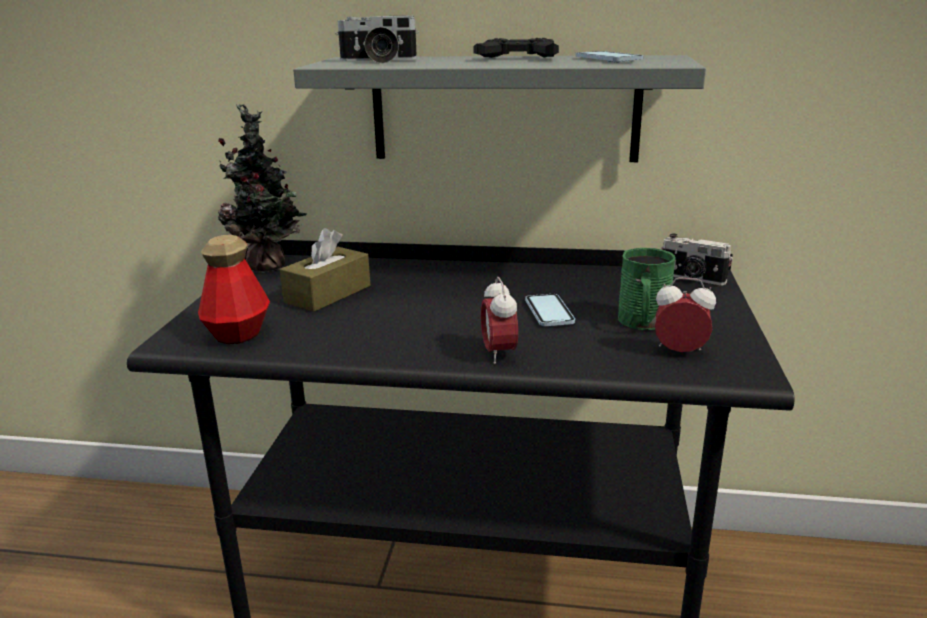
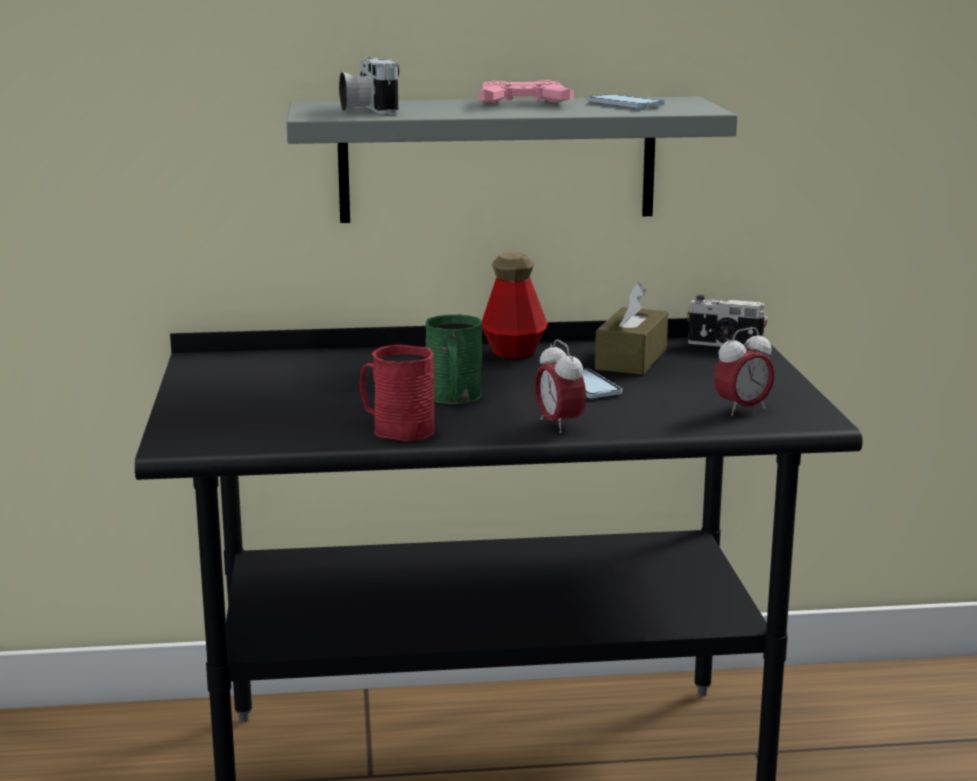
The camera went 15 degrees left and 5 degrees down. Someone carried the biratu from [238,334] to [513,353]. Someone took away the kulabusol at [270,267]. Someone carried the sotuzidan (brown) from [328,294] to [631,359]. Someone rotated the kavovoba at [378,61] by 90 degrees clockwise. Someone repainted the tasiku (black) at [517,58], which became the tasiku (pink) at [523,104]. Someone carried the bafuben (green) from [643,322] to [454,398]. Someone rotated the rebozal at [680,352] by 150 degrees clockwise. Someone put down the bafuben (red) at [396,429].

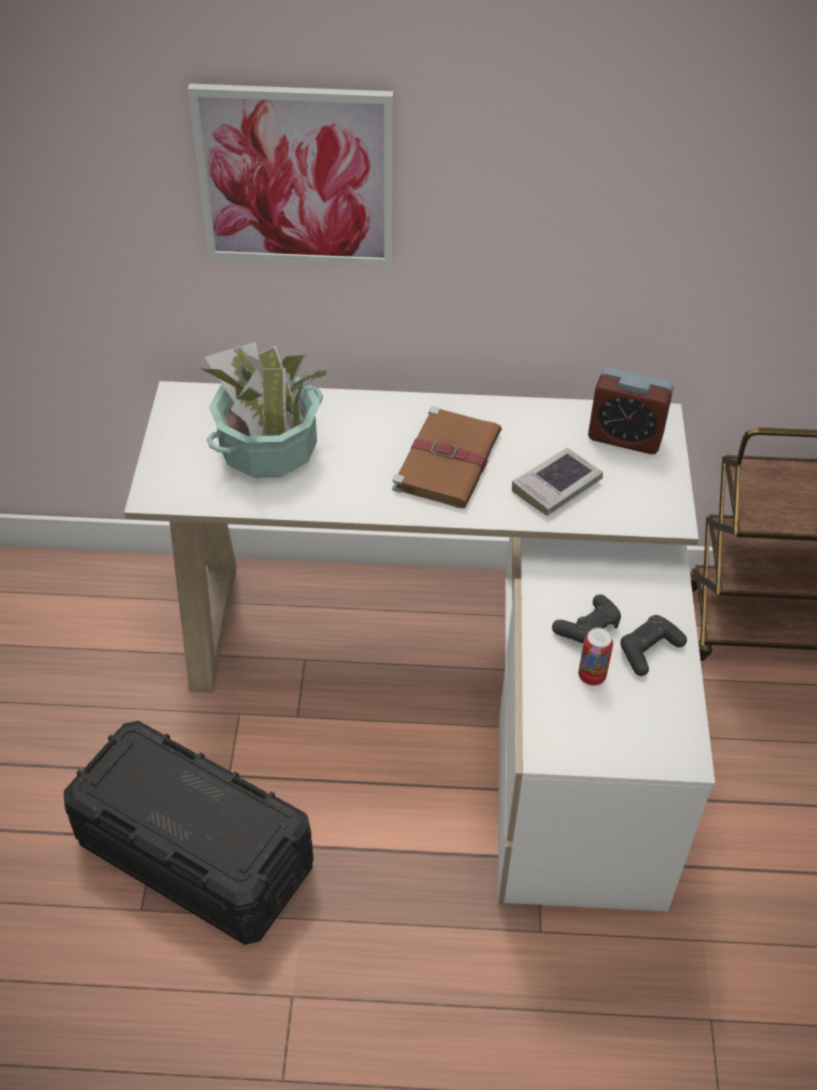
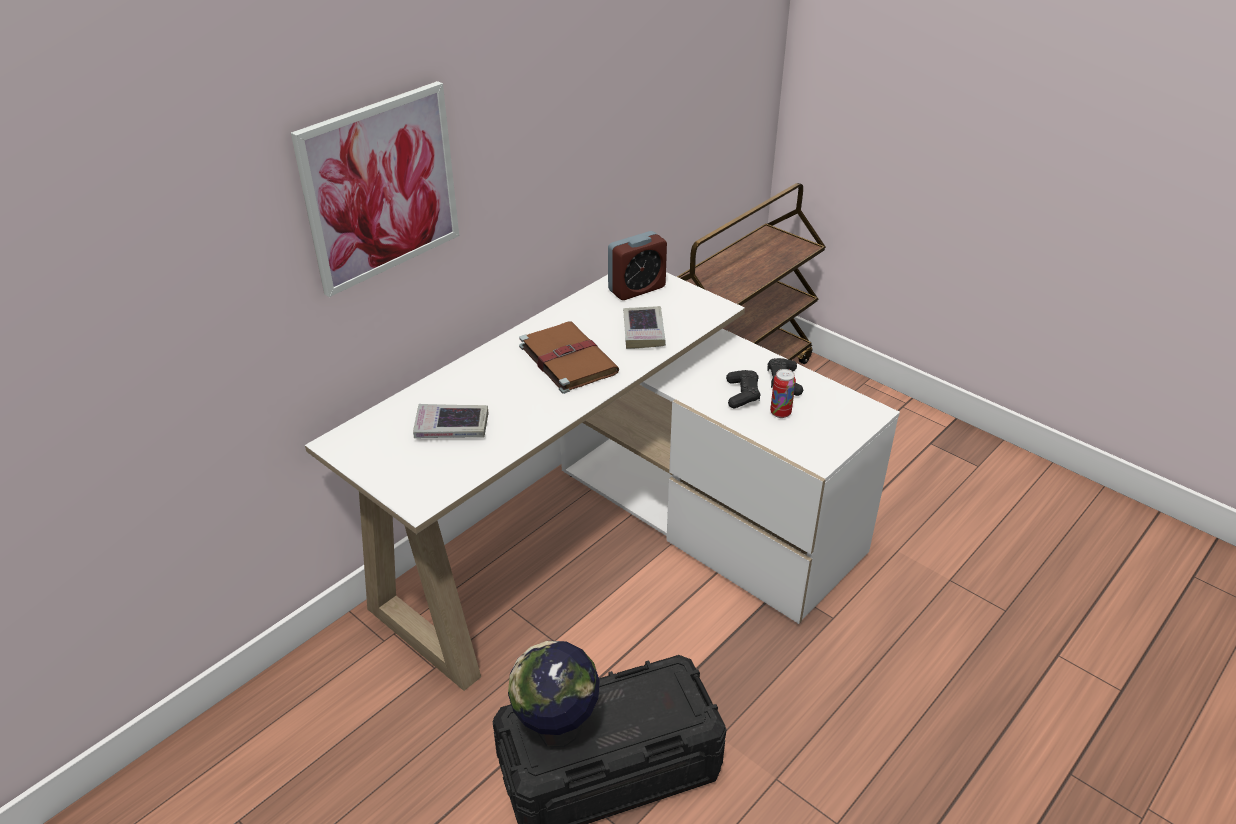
The camera went 50 degrees left and 10 degrees down. Someone swapped the kulabusol at [268,449] for the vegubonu at [451,427]. Someone put down the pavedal at [556,729].

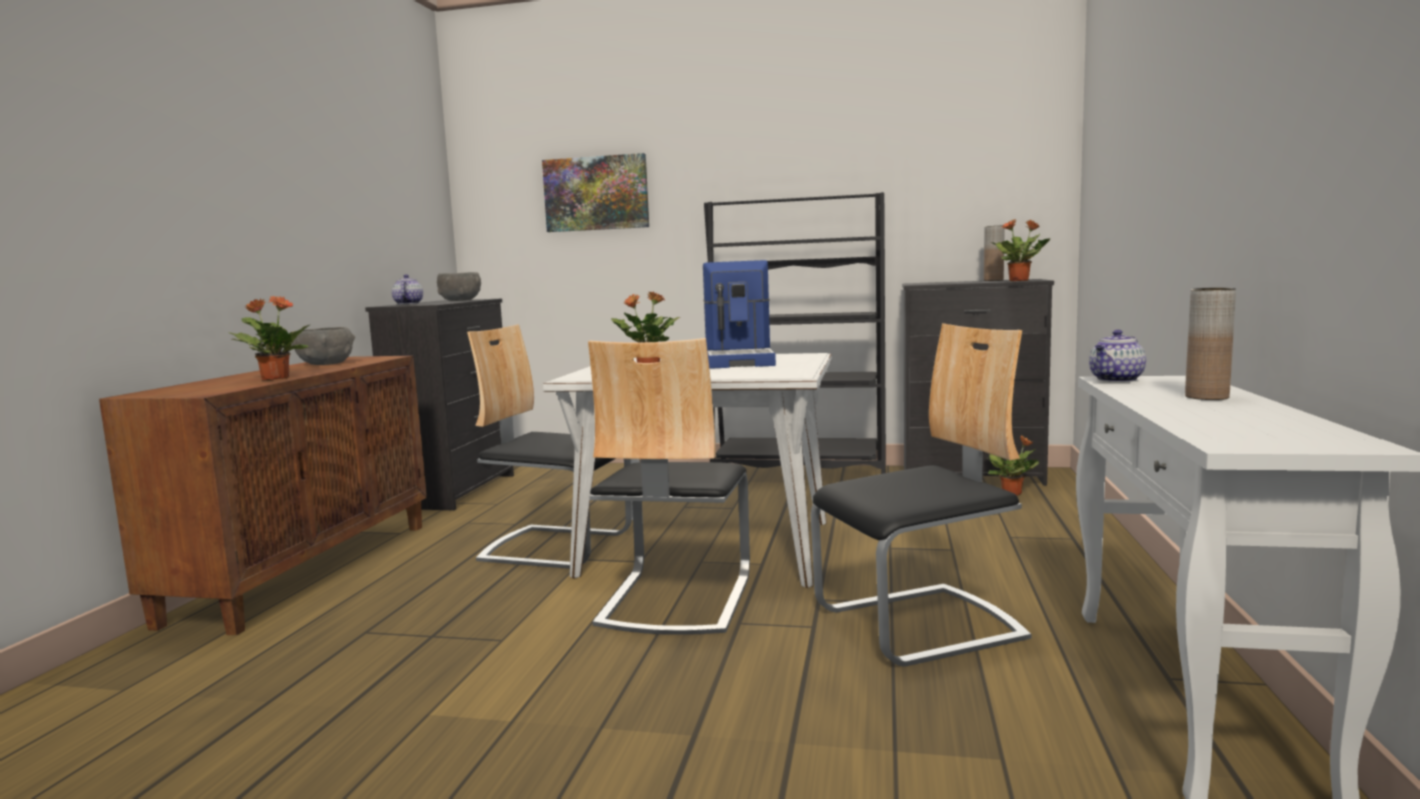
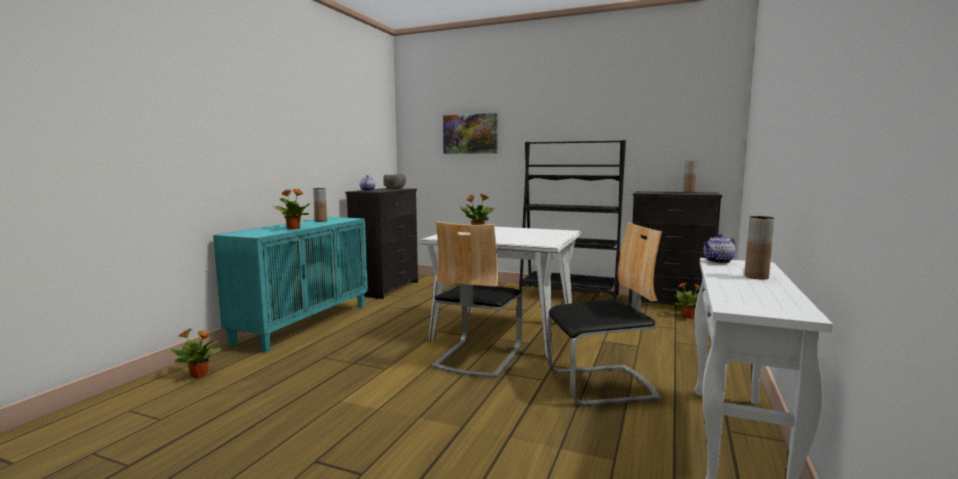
The camera went 10 degrees right and 0 degrees up. Someone repainted the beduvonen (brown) at [305,570], which became the beduvonen (turquoise) at [304,323]. Someone swapped the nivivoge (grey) at [326,364] for the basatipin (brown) at [321,221]. Someone took away the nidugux at [556,546]. Someone took away the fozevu at [740,360]. Someone carried the kulabusol from [1019,281] to [199,375].

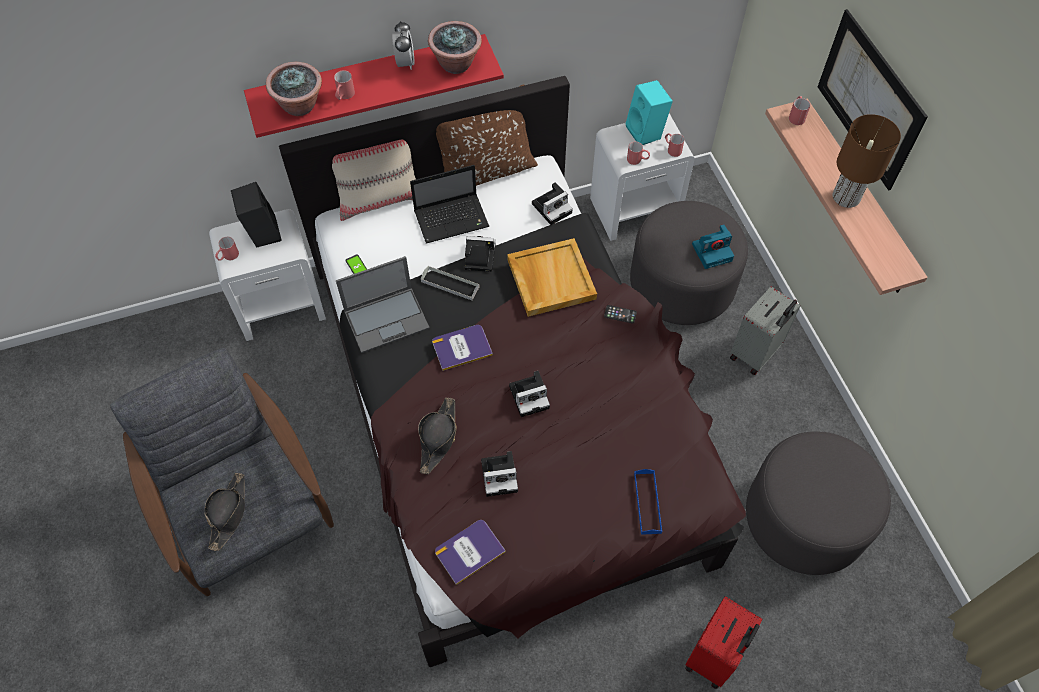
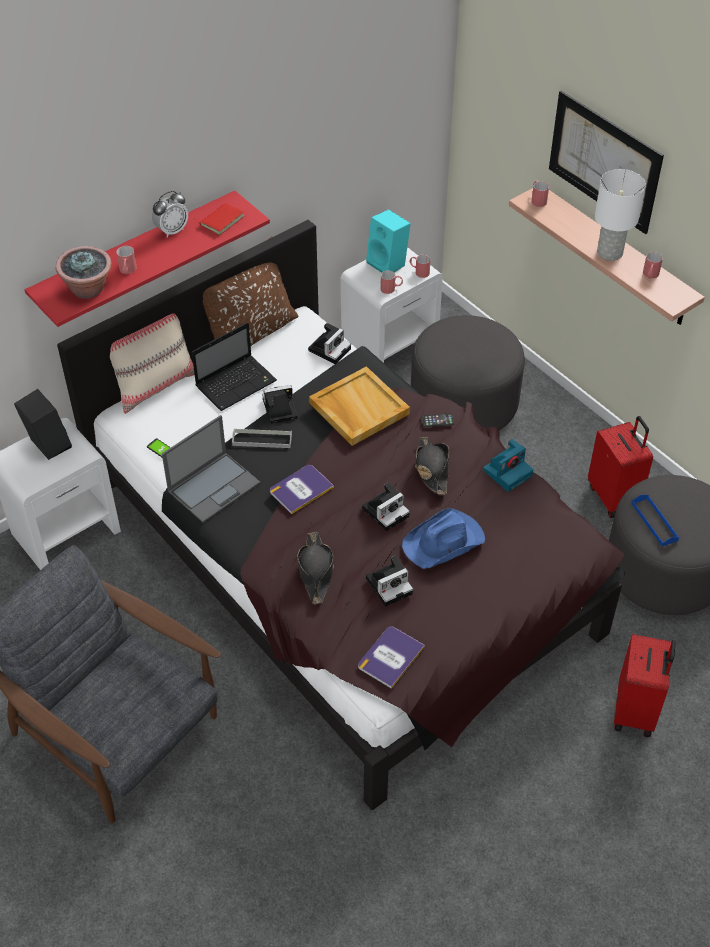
The camera went 20 degrees left and 10 degrees down. Someone carried the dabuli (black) from [228,513] to [431,469]. Someone carried the bafuben (red) from [228,257] to [650,276]. Someone rotated the rebozal at [405,63] by 75 degrees clockwise. Someone swapped the kulabusol at [456,64] for the vegubonu (red) at [221,220]. Someone carried the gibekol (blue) from [647,503] to [654,522]. Someone carried the kavovoba from [712,252] to [508,472]. Someone took away the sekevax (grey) at [756,353]. Someone repainted the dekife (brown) at [846,196], which became the dekife (white) at [609,252]. Someone put down the dabuli (blue) at [444,542]. Someone put down the sekevax (red) at [614,497].

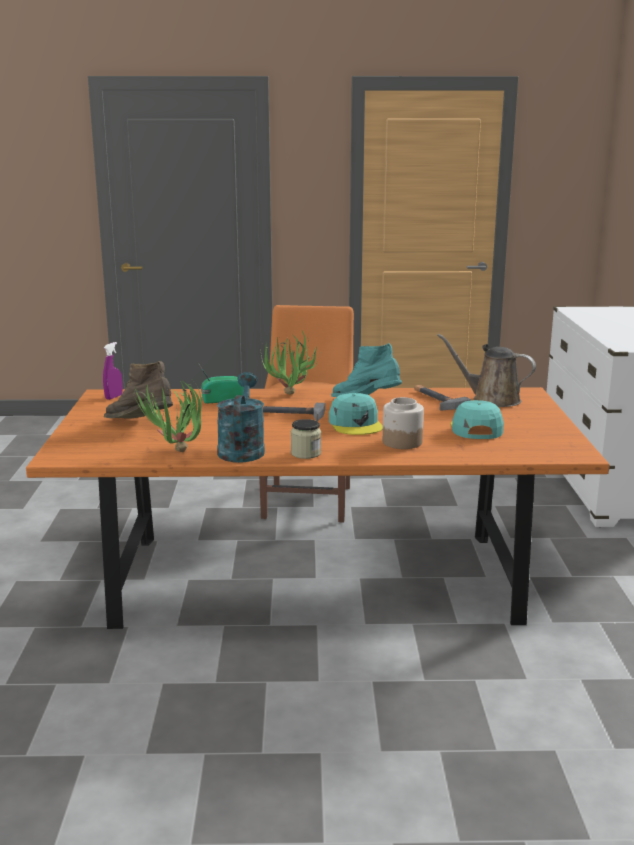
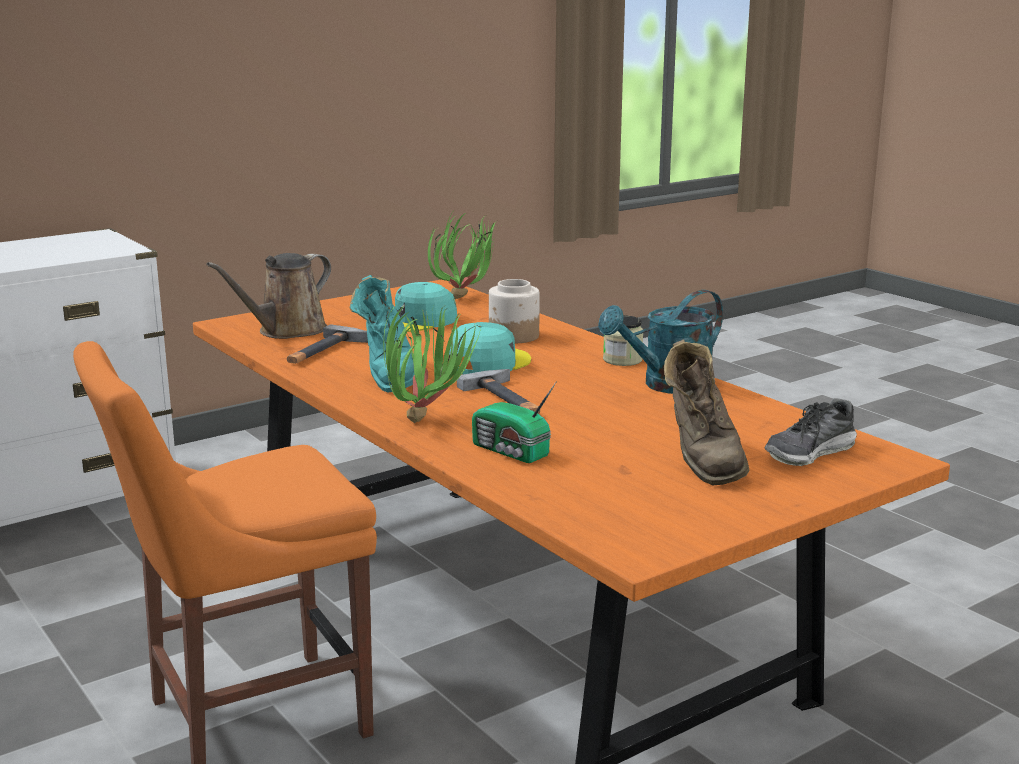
The camera went 125 degrees left and 0 degrees up. Someone took away the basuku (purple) at [114,397]. Someone carried the kulabusol from [176,455] to [468,298]. Someone rotated the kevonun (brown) at [491,399] by 45 degrees clockwise. Someone put down the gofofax at [810,452].

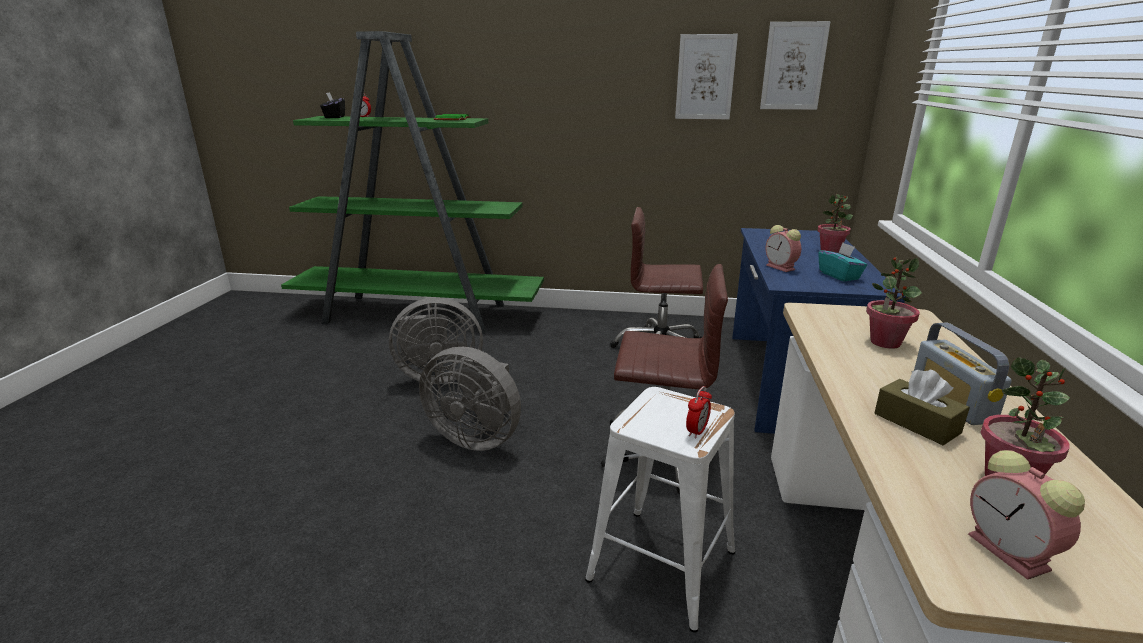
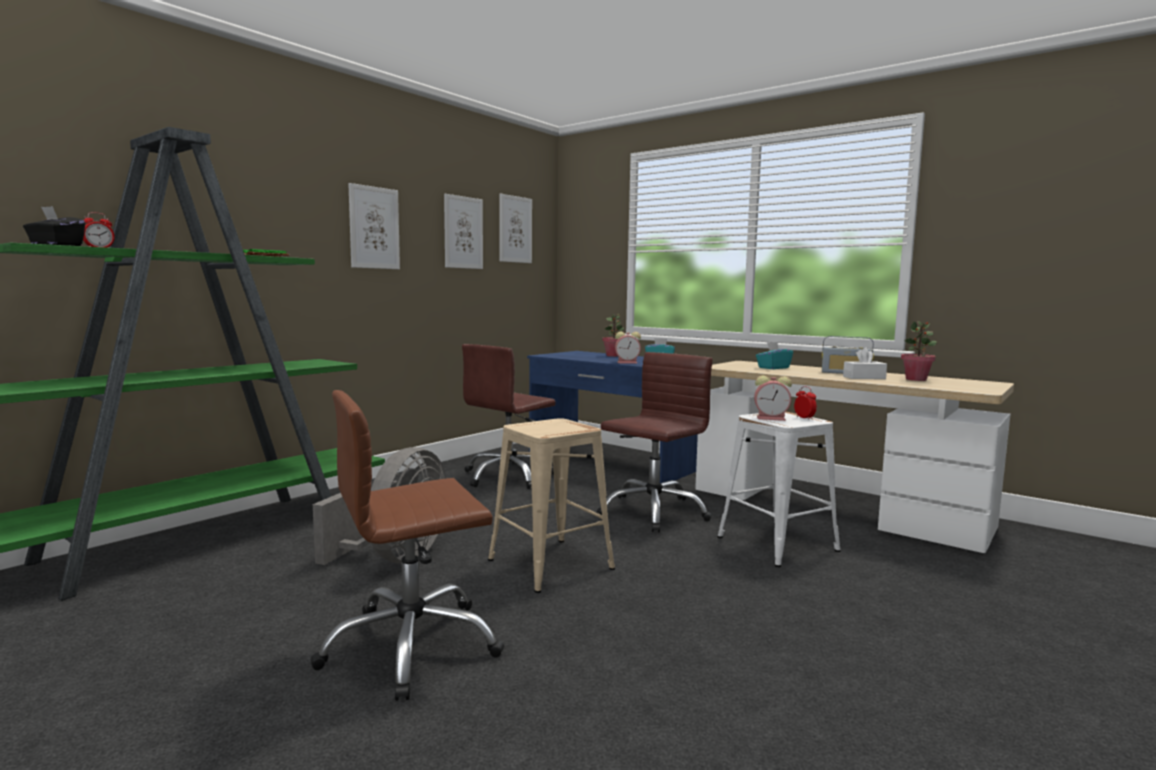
The camera went 60 degrees left and 15 degrees down. Someone swapped the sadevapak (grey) at [477,437] for the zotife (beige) at [550,563]. Someone swapped the kulabusol at [885,342] for the sotuzidan (turquoise) at [773,368]. Someone repainted the sotuzidan (brown) at [916,423], which became the sotuzidan (white) at [864,377]. Someone carried the rebozal from [1011,553] to [772,418]. Someone put down the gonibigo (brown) at [411,646]. Someone put up the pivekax at [374,228].

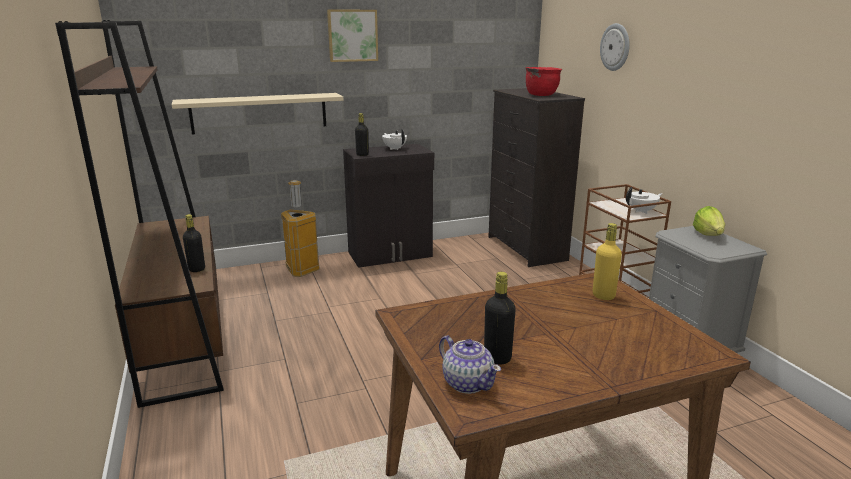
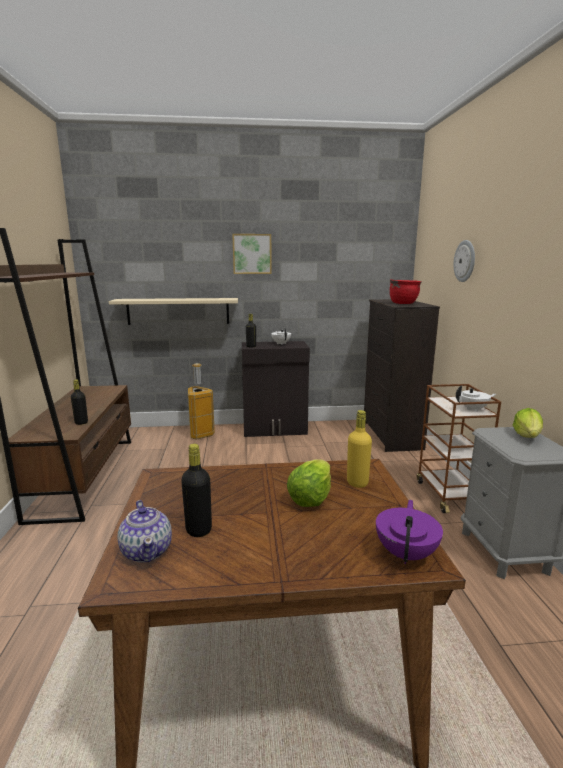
The camera went 15 degrees right and 5 degrees down. Someone put down the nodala at [310,498]. Someone put down the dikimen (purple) at [406,553].

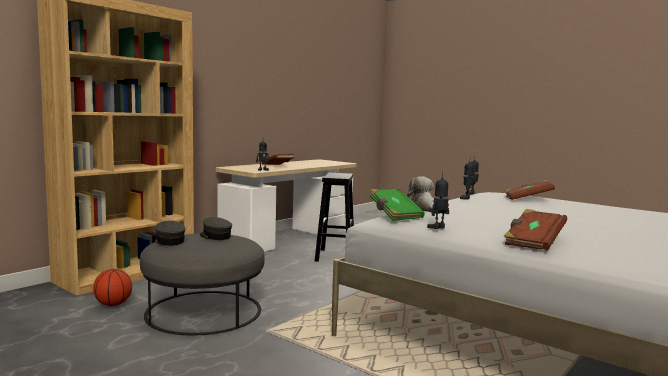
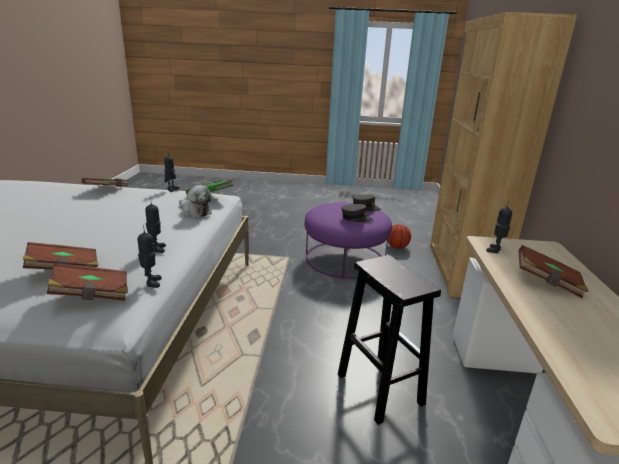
The camera went 145 degrees right and 15 degrees up. Someone repainted the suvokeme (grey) at [204,311], which became the suvokeme (purple) at [344,258]. Someone put down the vegubonu (brown) at [92,295].

